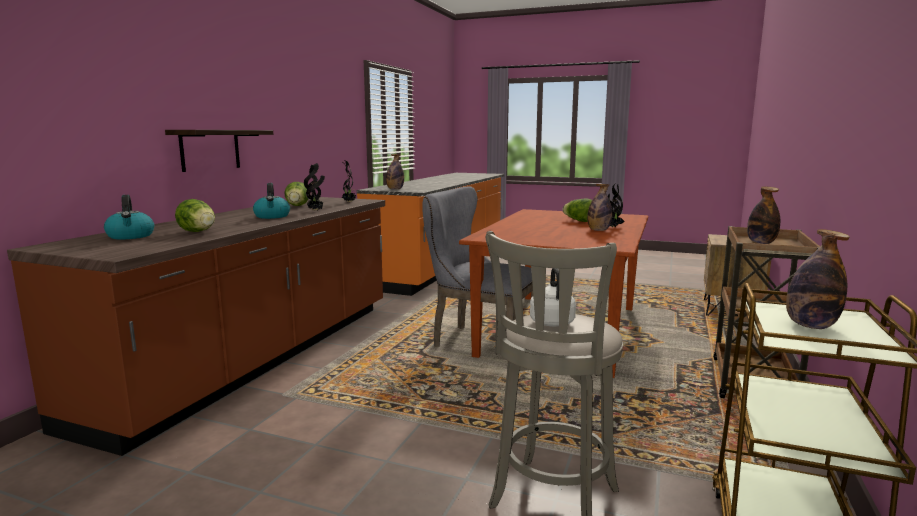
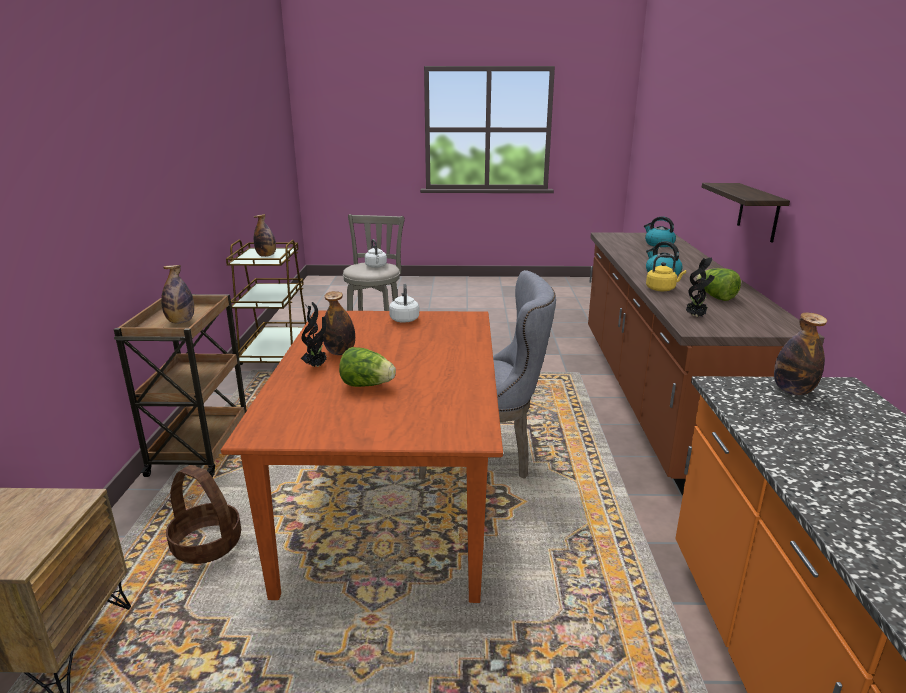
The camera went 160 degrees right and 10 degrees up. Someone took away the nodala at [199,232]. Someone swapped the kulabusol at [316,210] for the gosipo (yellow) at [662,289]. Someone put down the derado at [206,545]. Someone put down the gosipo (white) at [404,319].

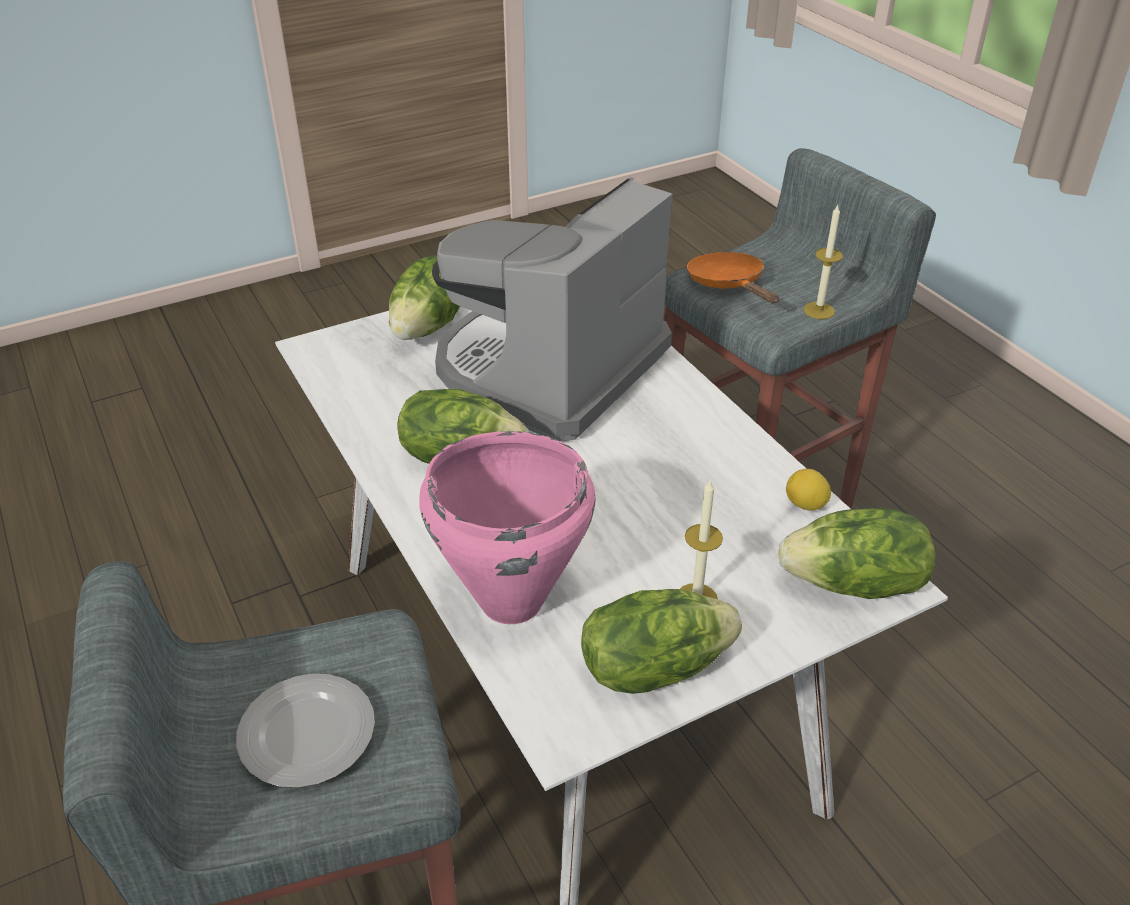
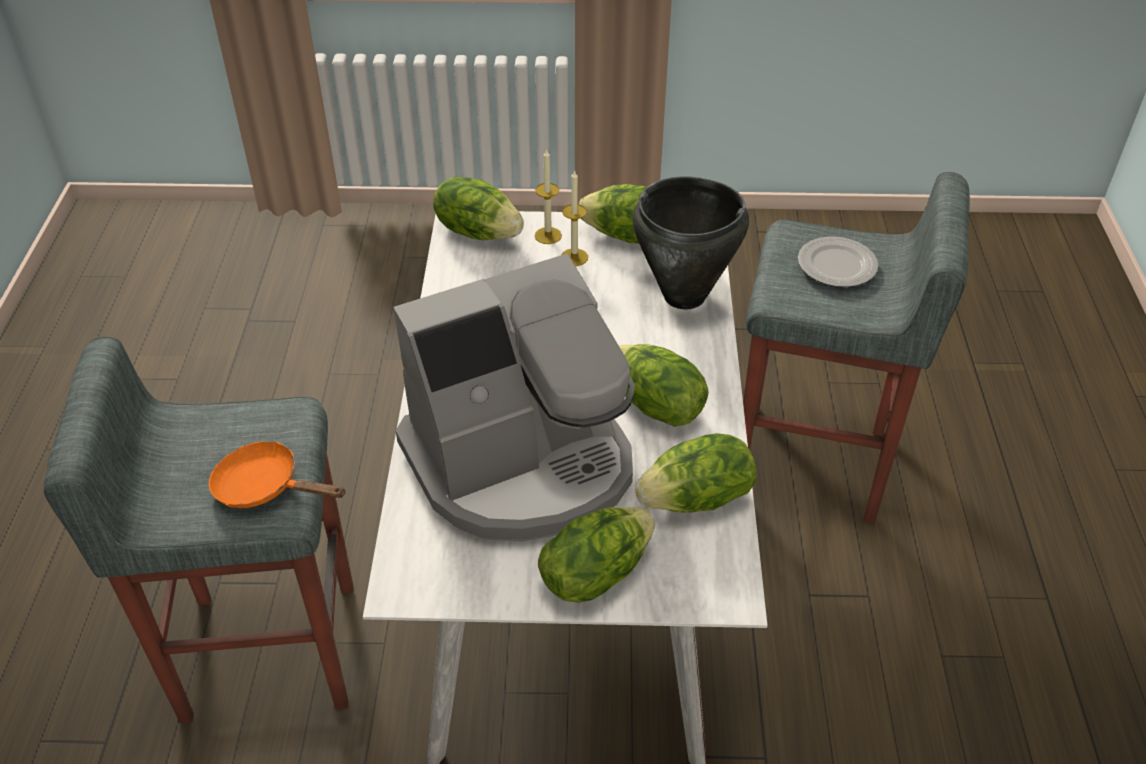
The camera went 150 degrees left and 5 degrees up. Someone repainted the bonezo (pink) at [510,600], which became the bonezo (black) at [684,296]. Someone rotated the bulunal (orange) at [729,284] by 105 degrees clockwise. Someone took away the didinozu at [805,505]. Someone carried the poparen from [819,310] to [548,235]. Someone put down the nodala at [697,499].

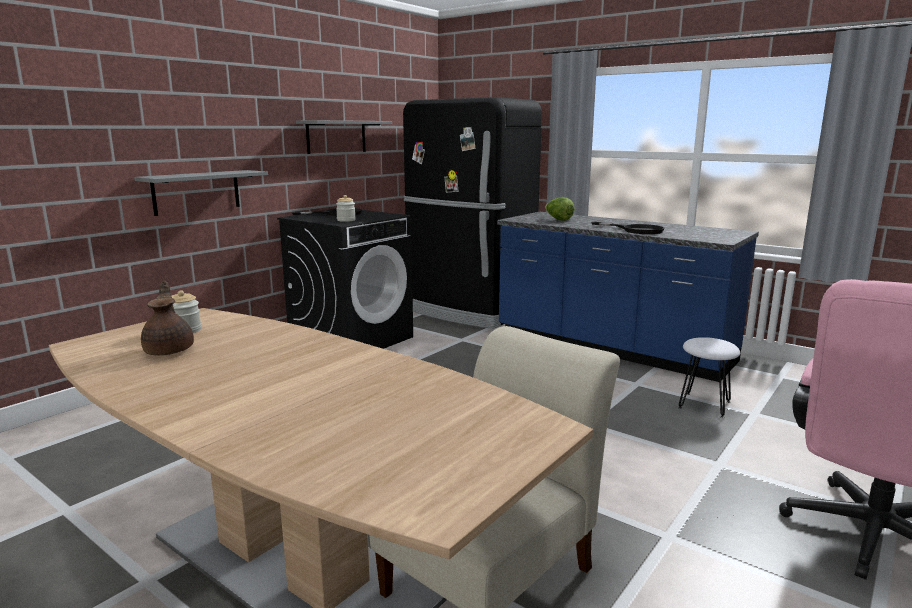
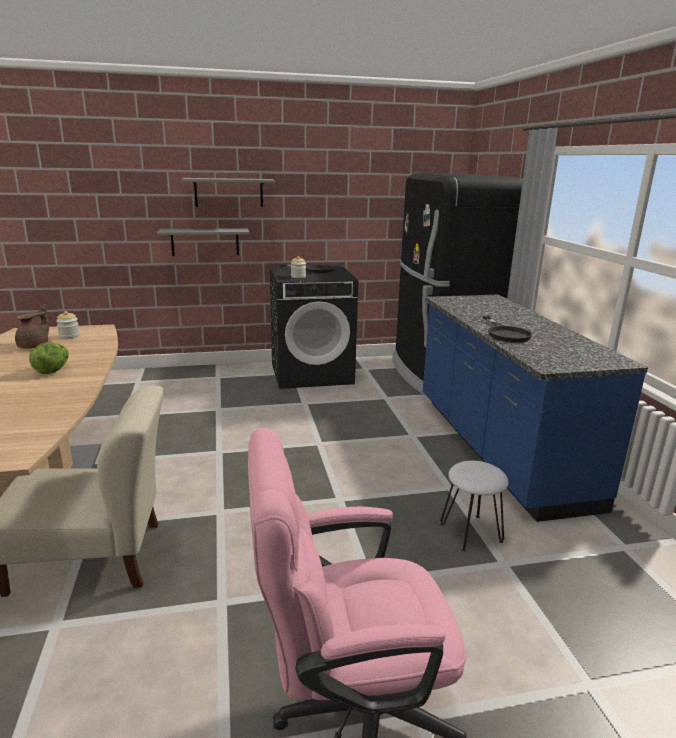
The camera went 40 degrees right and 5 degrees up. Someone carried the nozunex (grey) from [336,136] to [229,192]. Someone carried the nodala from [558,220] to [53,370].

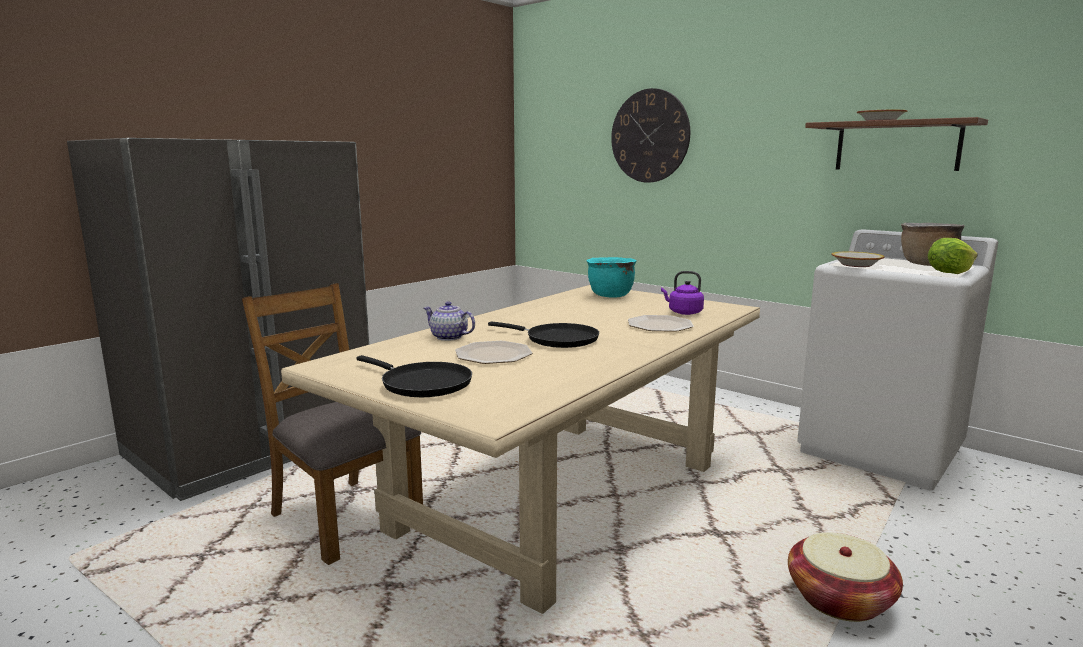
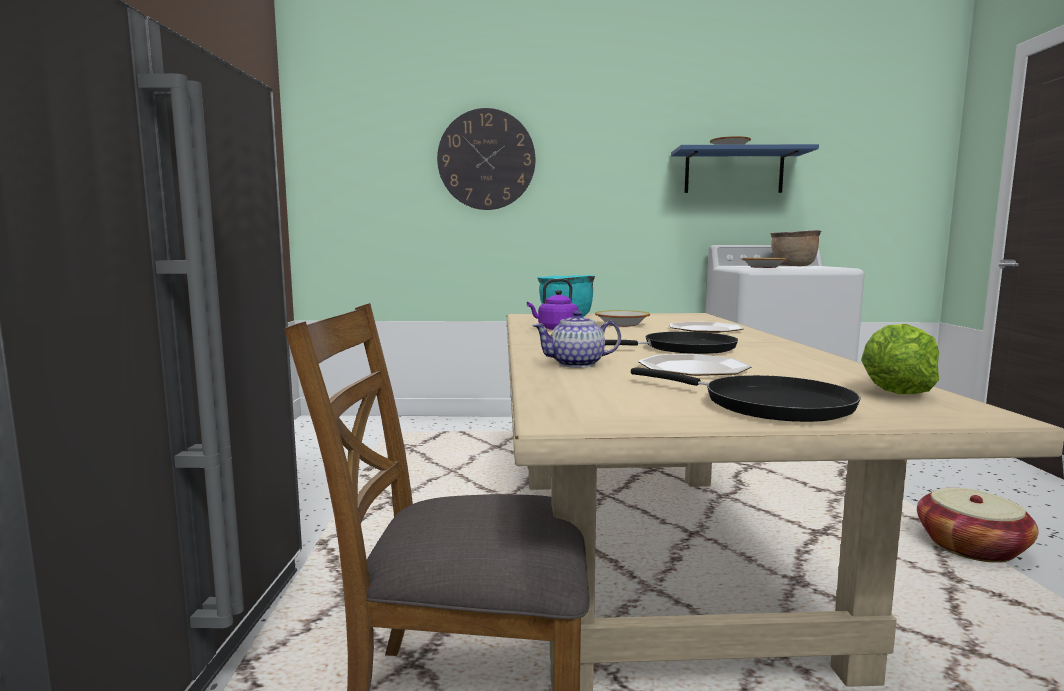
The camera went 40 degrees left and 5 degrees down. Someone rotated the bulunal (black) at [422,383] by 45 degrees clockwise. Someone carried the gosipo (purple) from [683,312] to [555,329]. Someone repainted the nozunex (brown) at [897,146], which became the nozunex (blue) at [733,172]. Someone carried the nodala from [949,273] to [895,392]. Someone put down the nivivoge at [621,324].

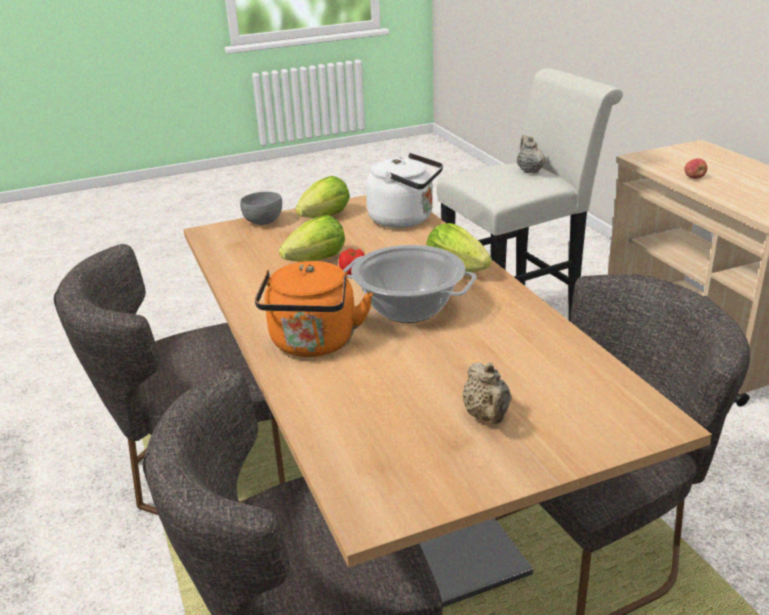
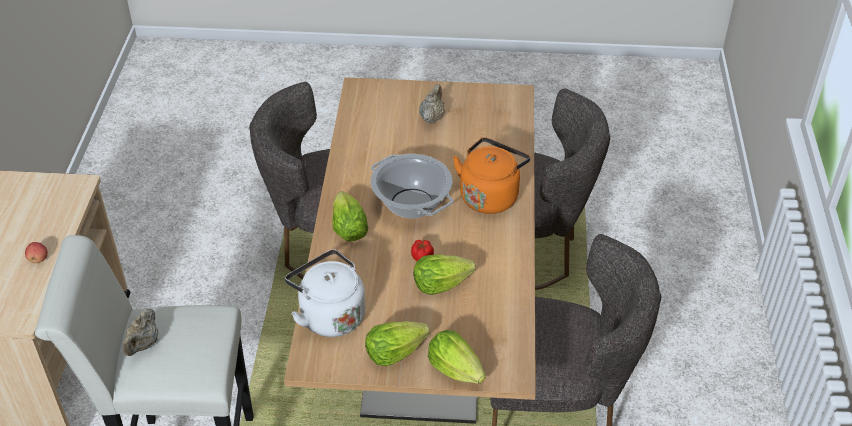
The camera went 155 degrees left and 15 degrees up. Someone swapped the nivivoge (grey) at [263,222] for the nodala at [455,369].

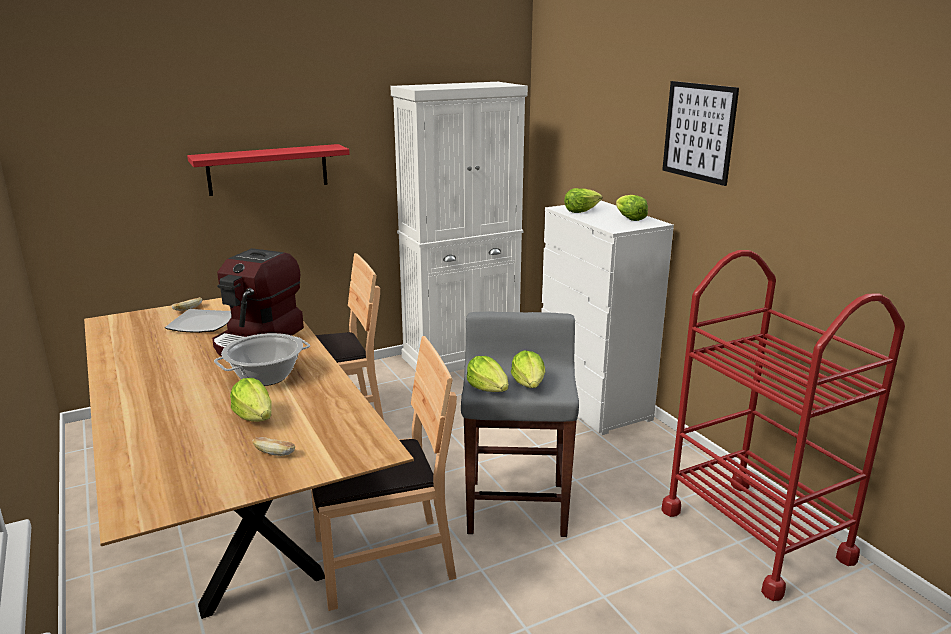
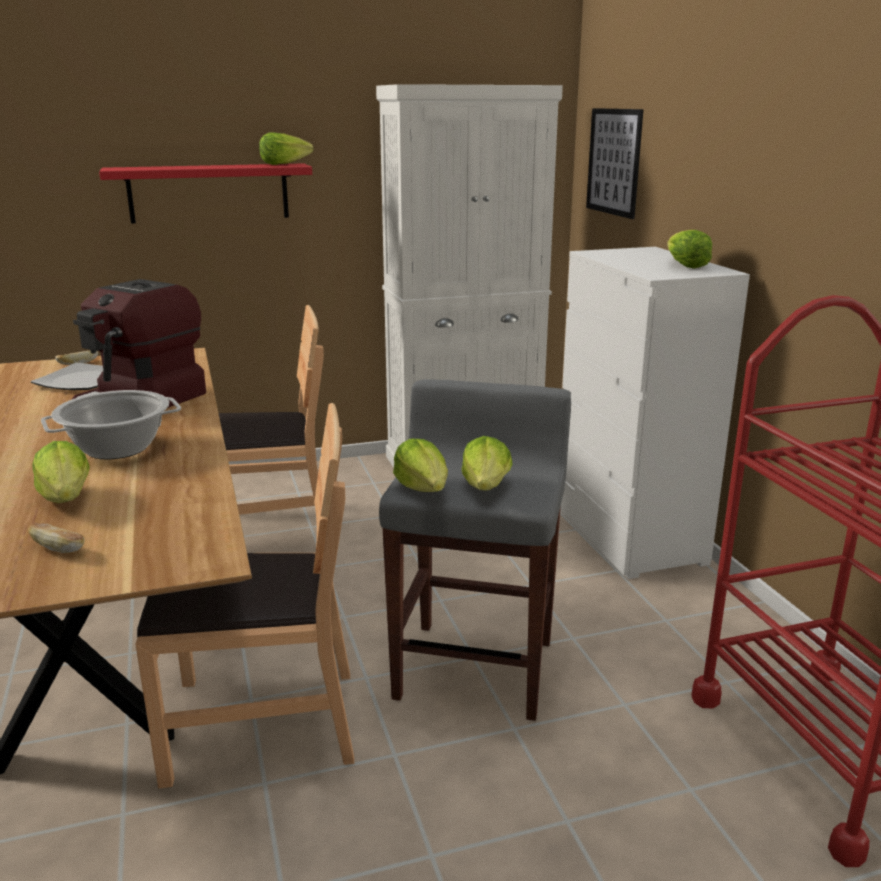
The camera went 10 degrees right and 0 degrees up. Someone carried the nodala from [581,211] to [284,164]. Someone carried the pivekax from [698,131] to [614,162].

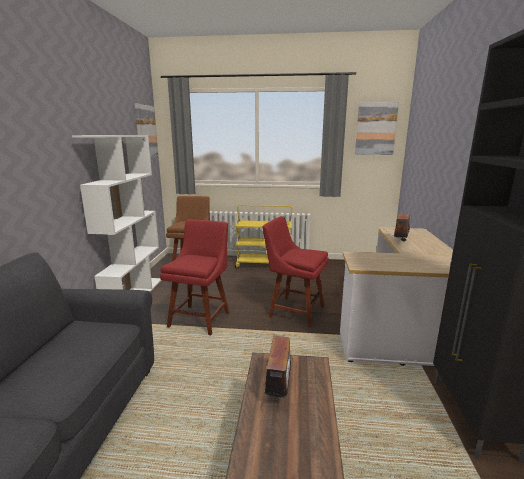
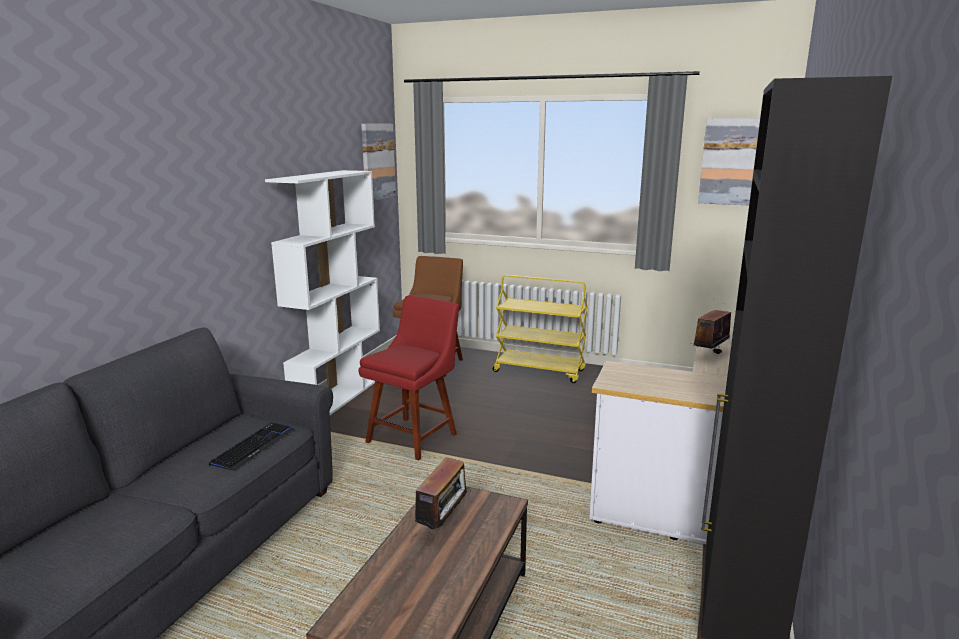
The camera went 15 degrees right and 0 degrees up. Someone took away the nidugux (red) at [294,311]. Someone put down the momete at [253,447].

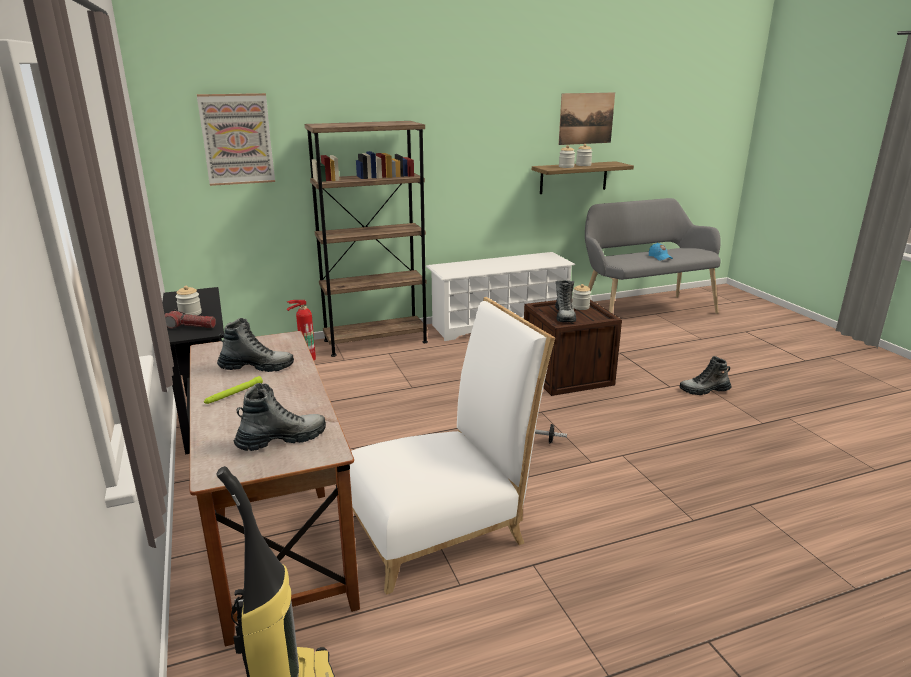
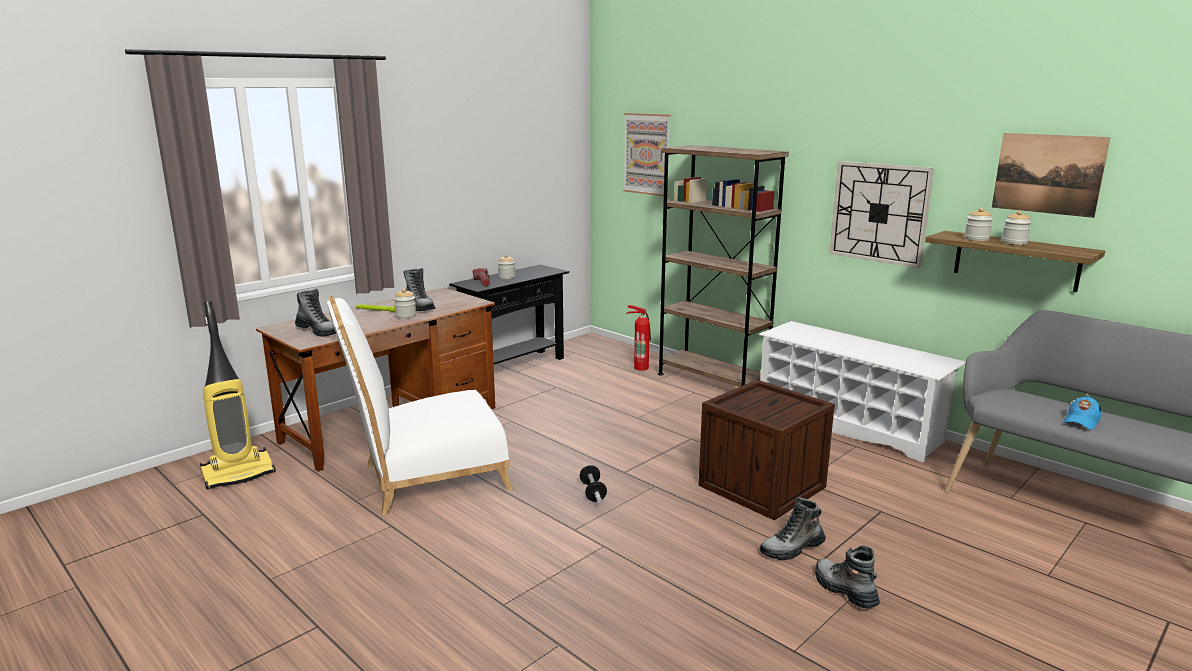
The camera went 65 degrees right and 5 degrees down. Someone rotated the nidugux (white) at [442,524] by 120 degrees clockwise. Someone carried the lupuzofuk from [564,316] to [792,549]. Someone carried the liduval from [580,307] to [405,316]. Someone put up the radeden at [879,213].

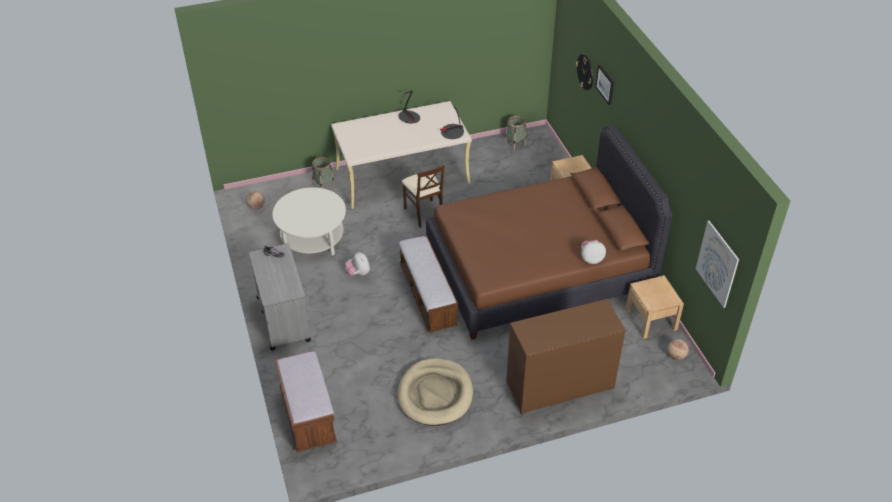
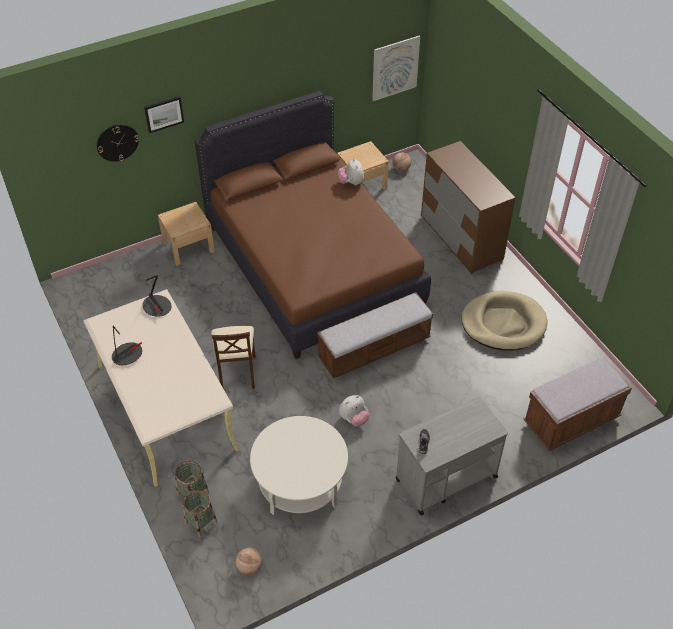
The camera went 100 degrees left and 5 degrees up. Someone rotated the nidugux (beige) at [424,213] by 120 degrees clockwise. Someone carried the derado from [515,143] to [201,522].

